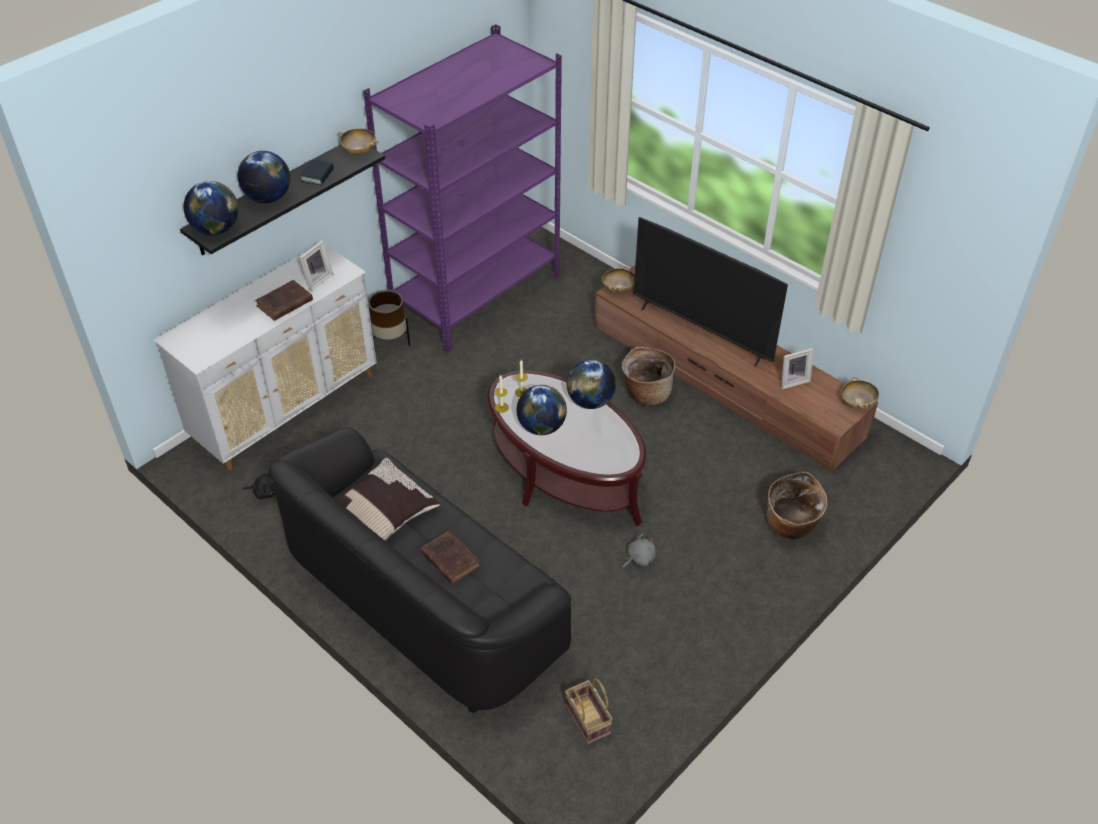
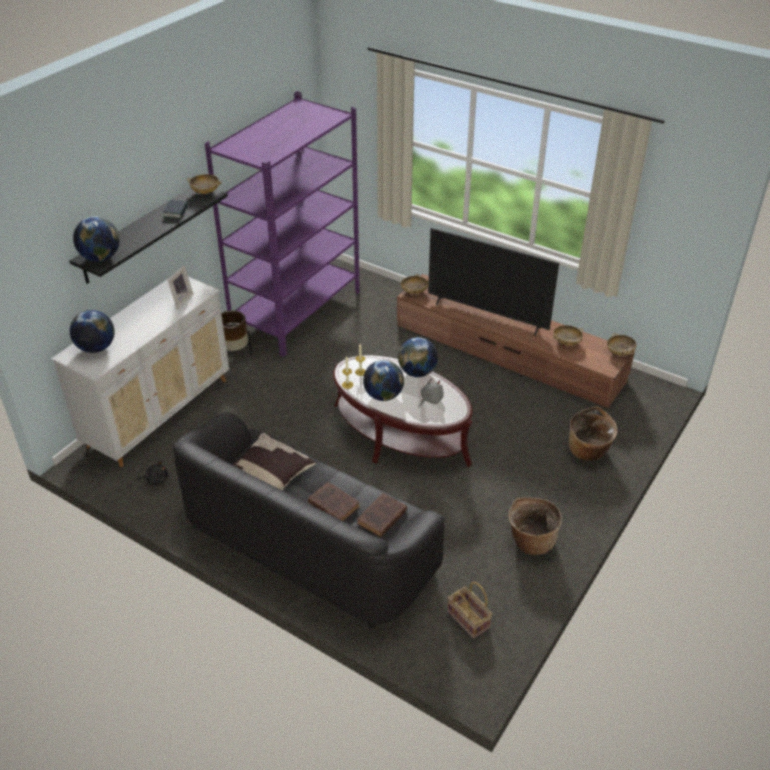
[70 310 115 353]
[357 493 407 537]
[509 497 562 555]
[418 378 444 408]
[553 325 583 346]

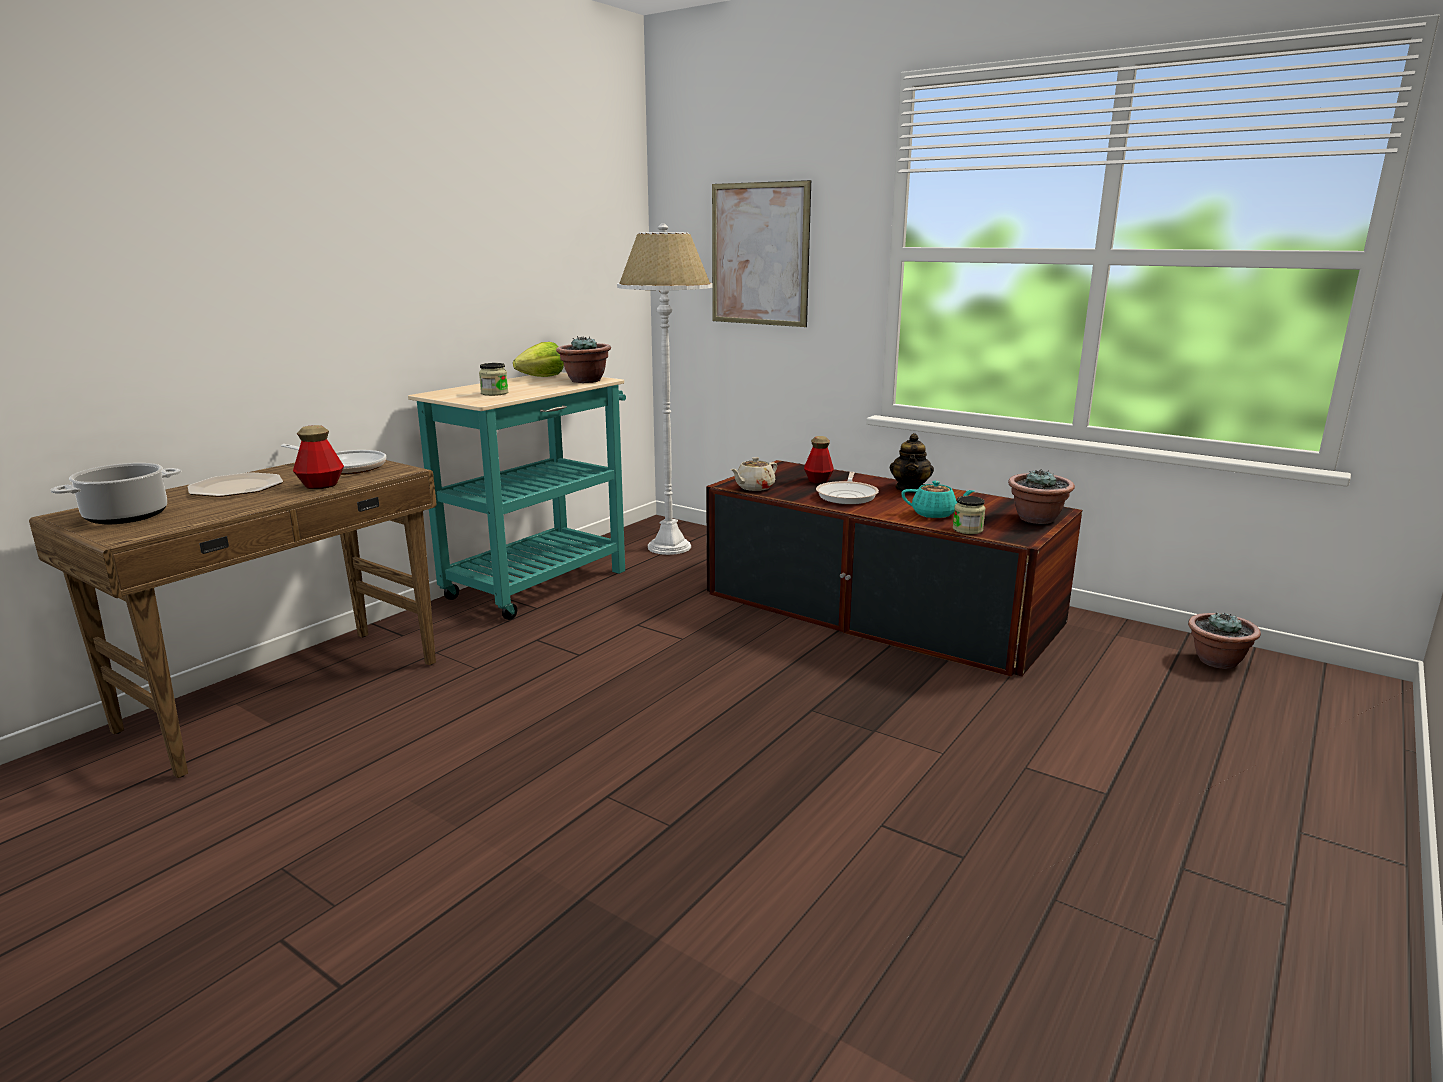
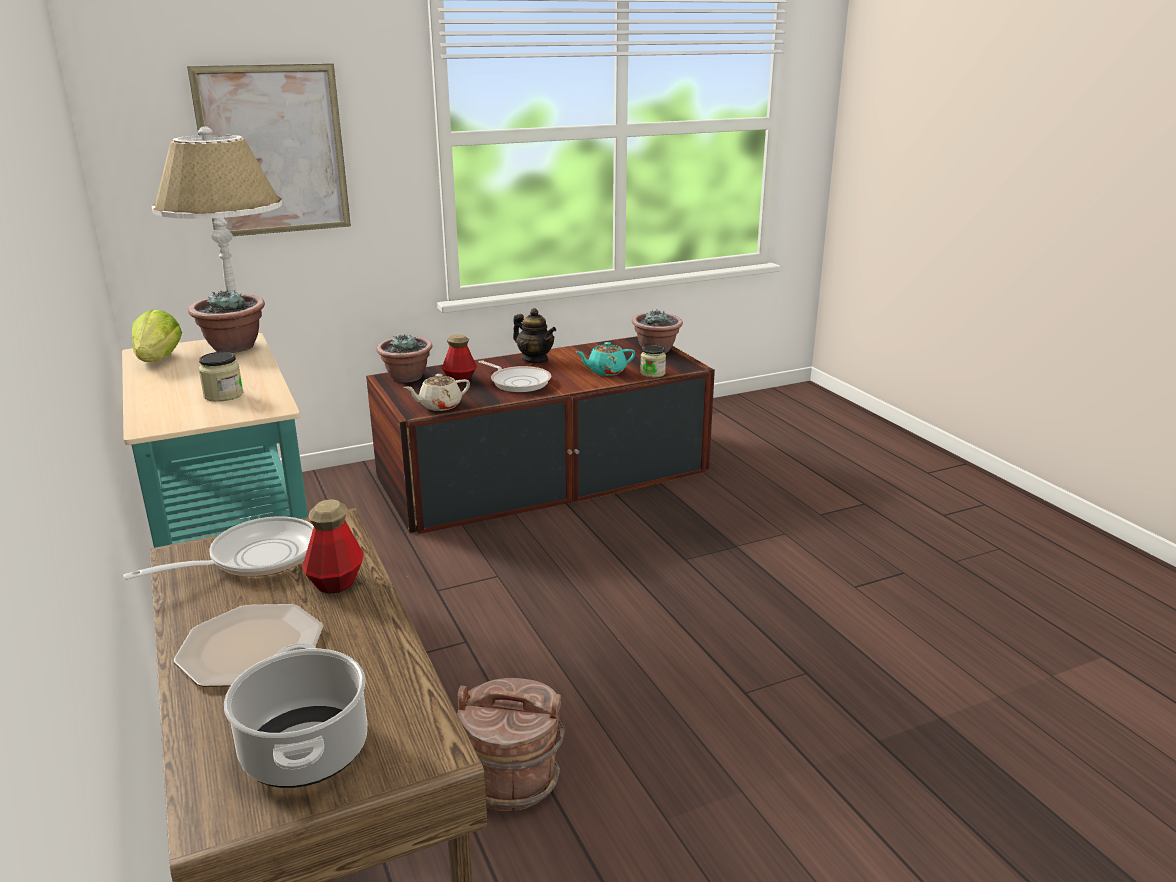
[404 374 470 411]
[576 342 635 376]
[376 334 432 383]
[457 678 565 811]

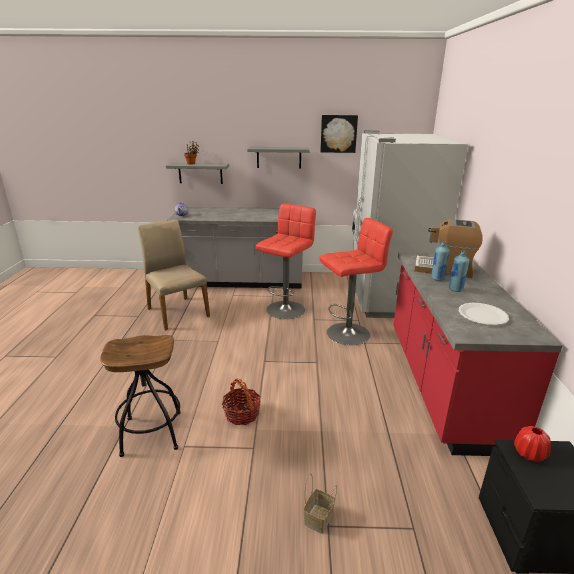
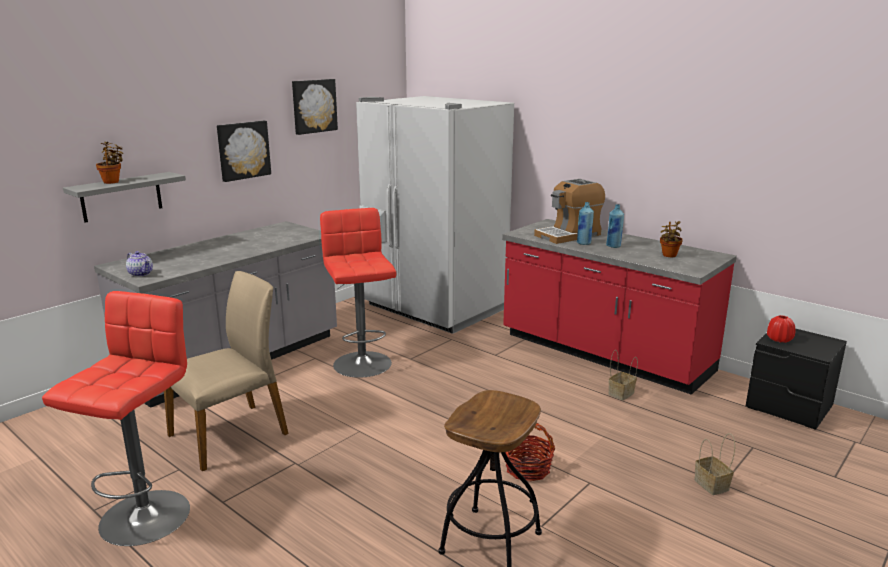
[164 271 289 471]
[217 121 271 182]
[42 291 190 546]
[660 221 683 257]
[608 350 638 400]

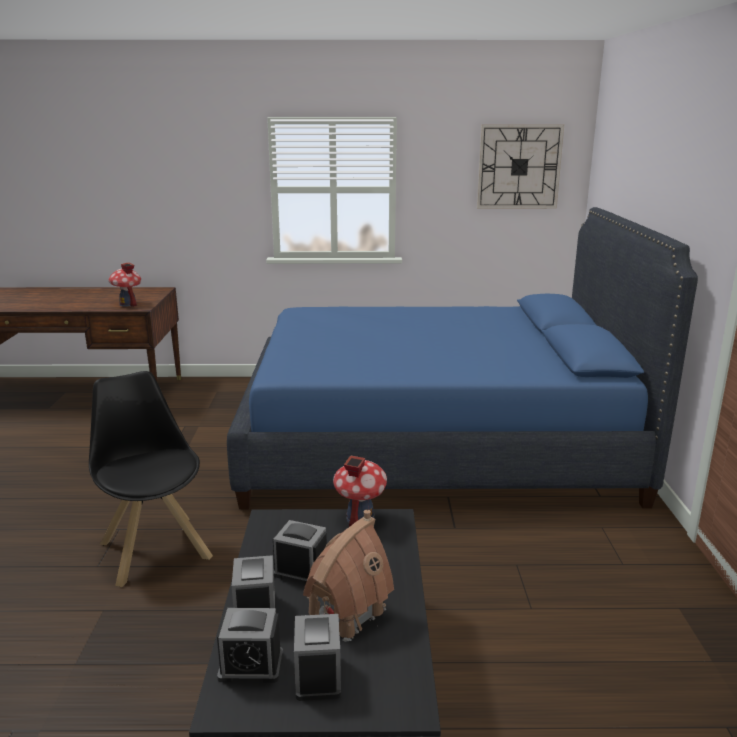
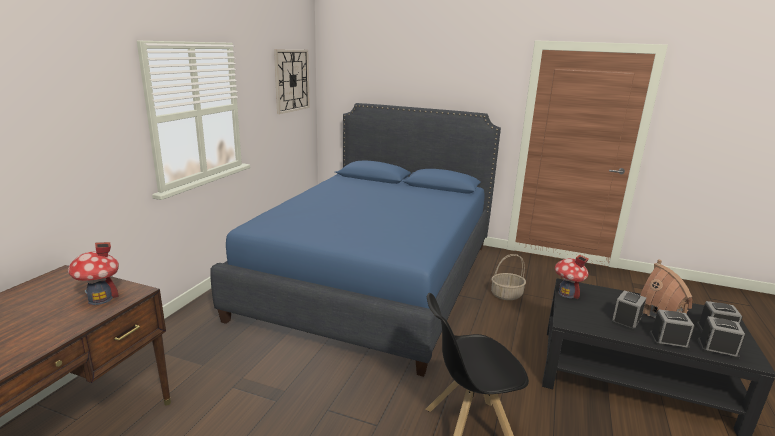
[698 316 746 359]
[491 254 526 300]

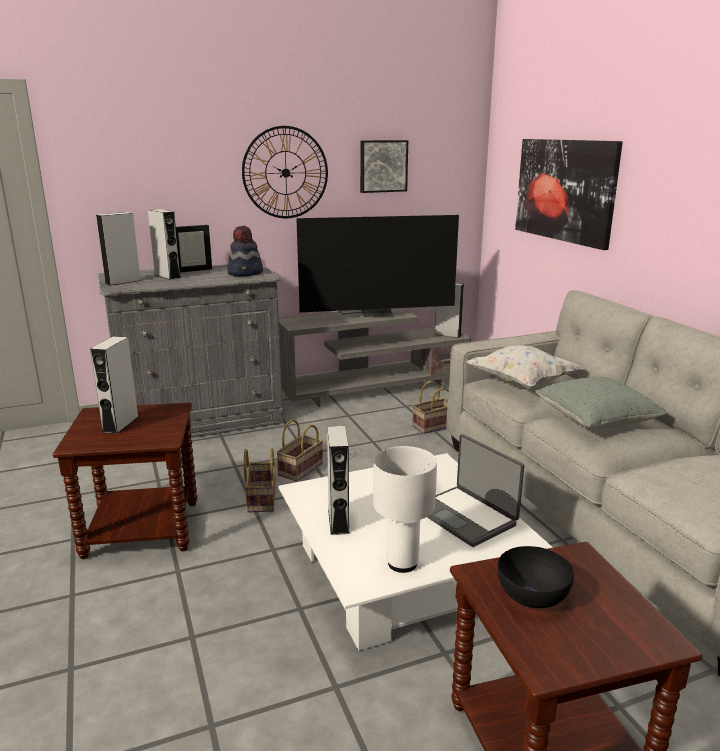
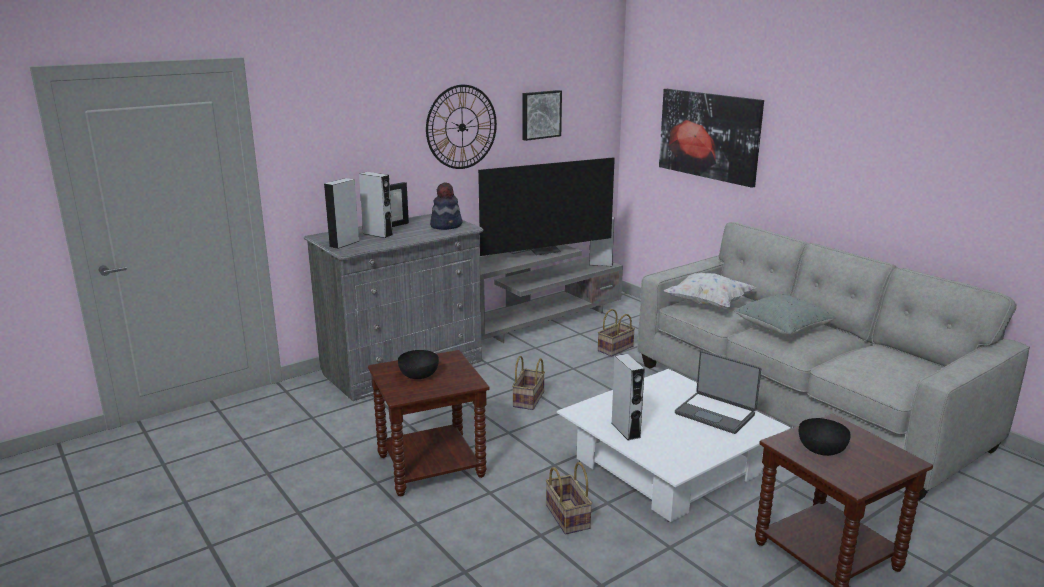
[398 350 439 379]
[546 462 592 535]
[373 446 437 573] (first image)

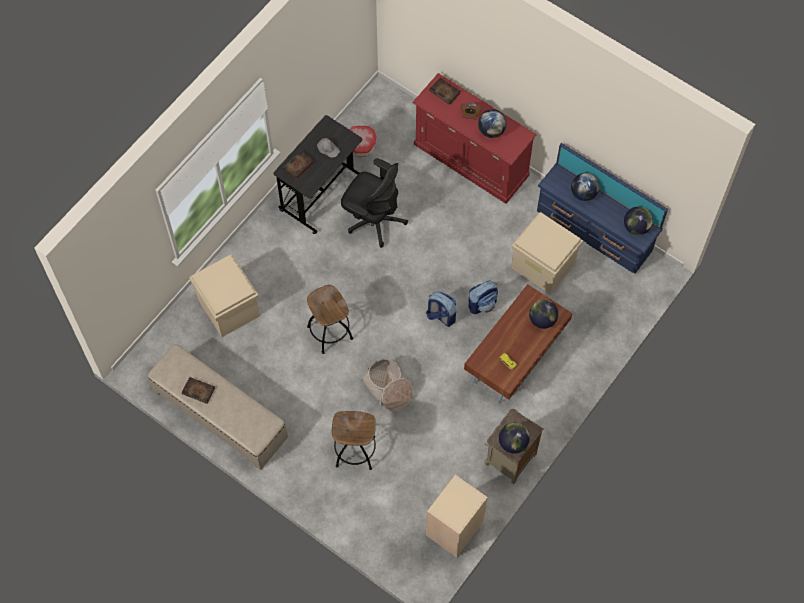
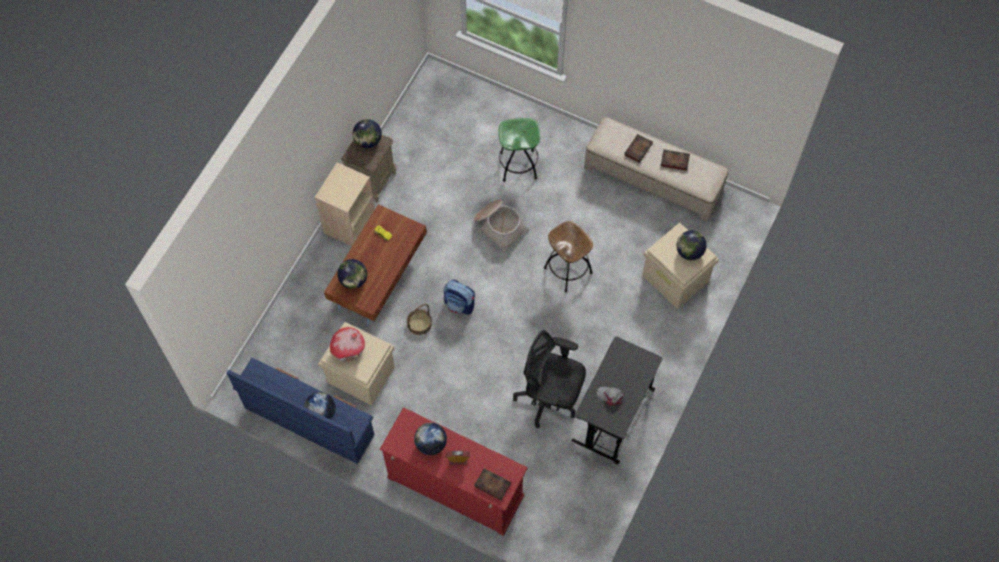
[624 134 653 163]
[499 118 540 182]
[330 327 365 363]
[315 162 375 246]
[407 304 432 335]
[676 230 707 260]

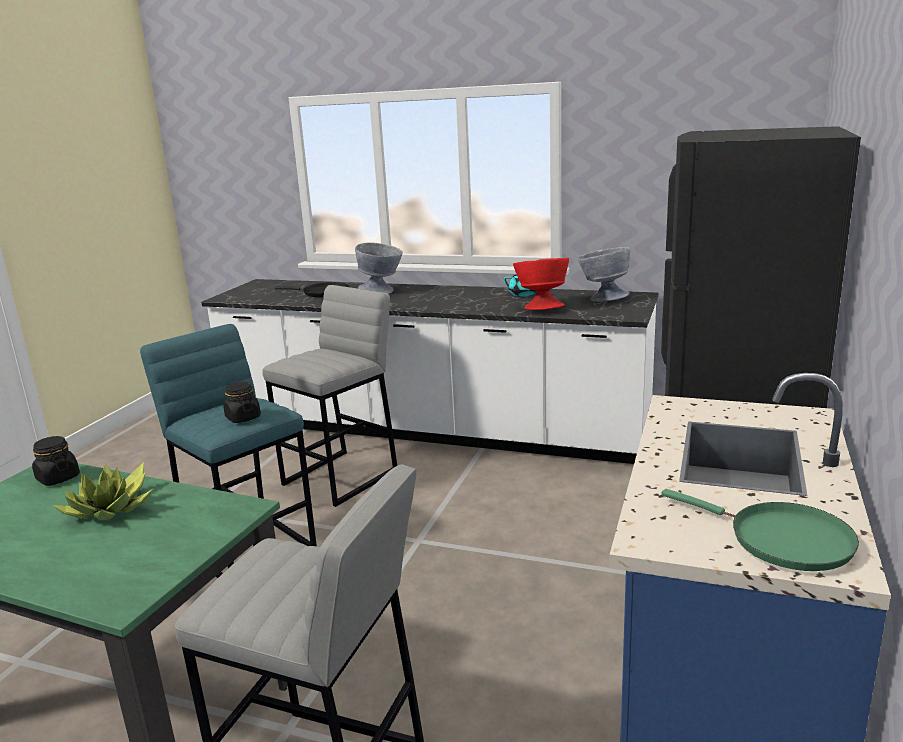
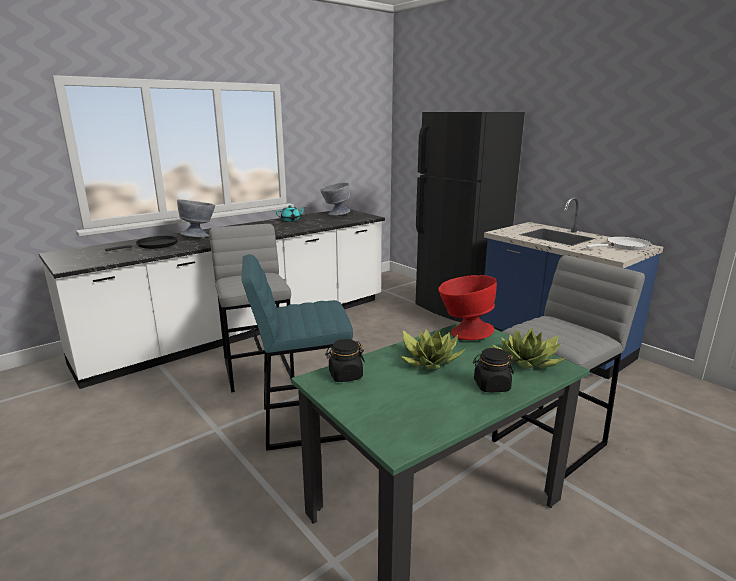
[473 348 514 392]
[438 275 497 340]
[586 237 652 250]
[492 327 566 368]

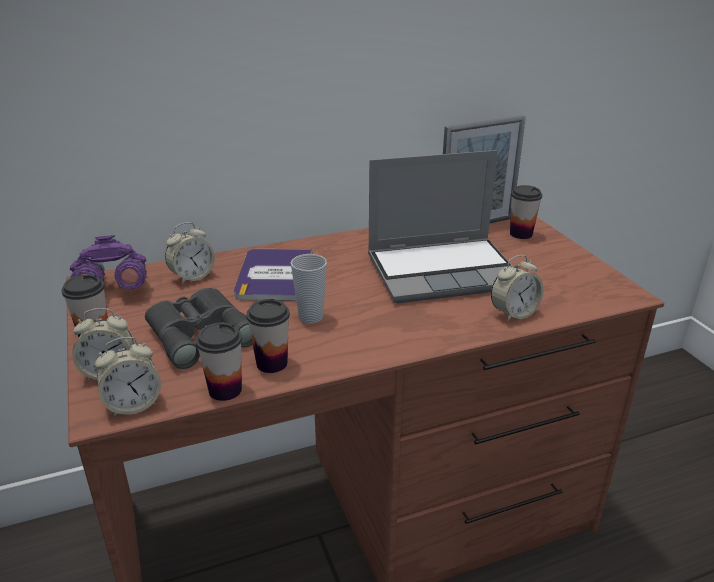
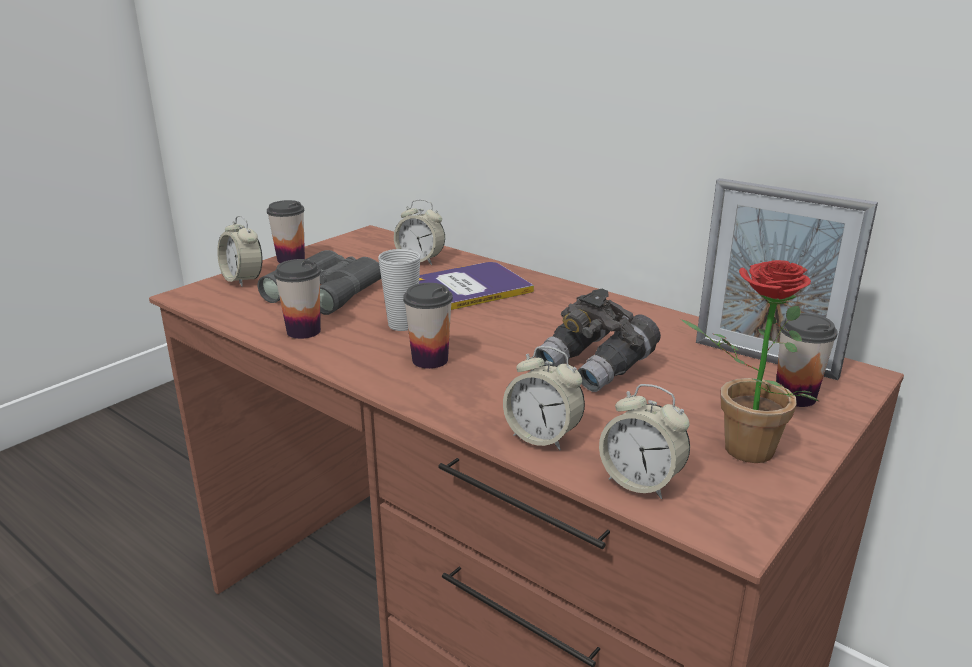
[70 235 147 290] (first image)
[599 384 690 499]
[403 283 453 369]
[535 289 661 392]
[680 260 820 463]

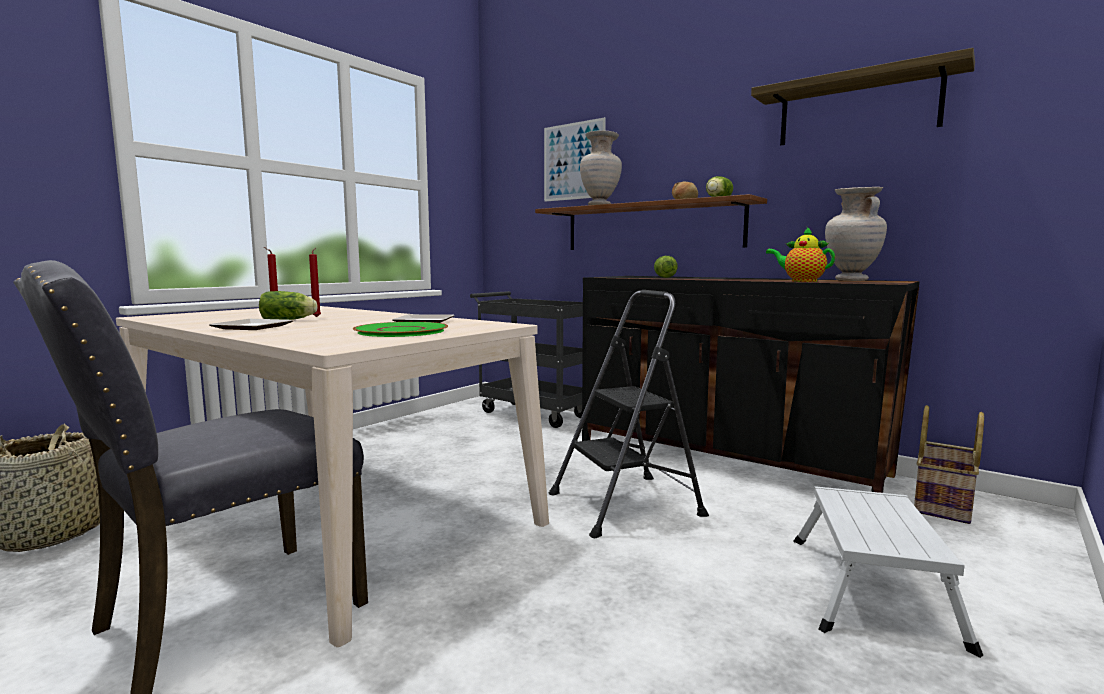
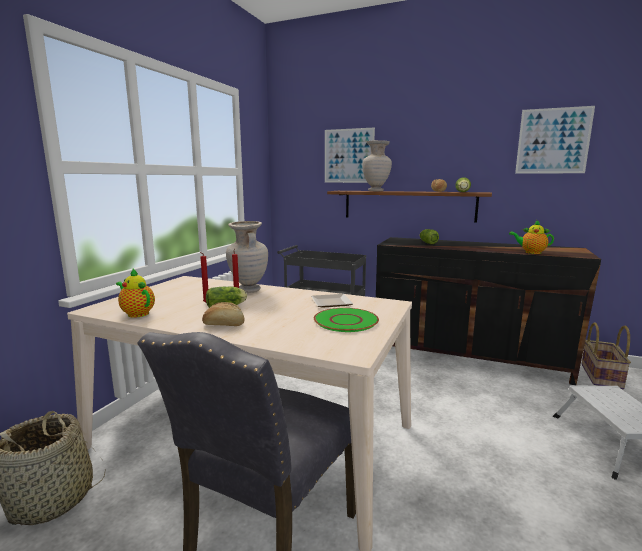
[202 302 245 326]
[549 290 709 538] (first image)
[515 106 595 174]
[226 221 268 293]
[116 269 155 318]

